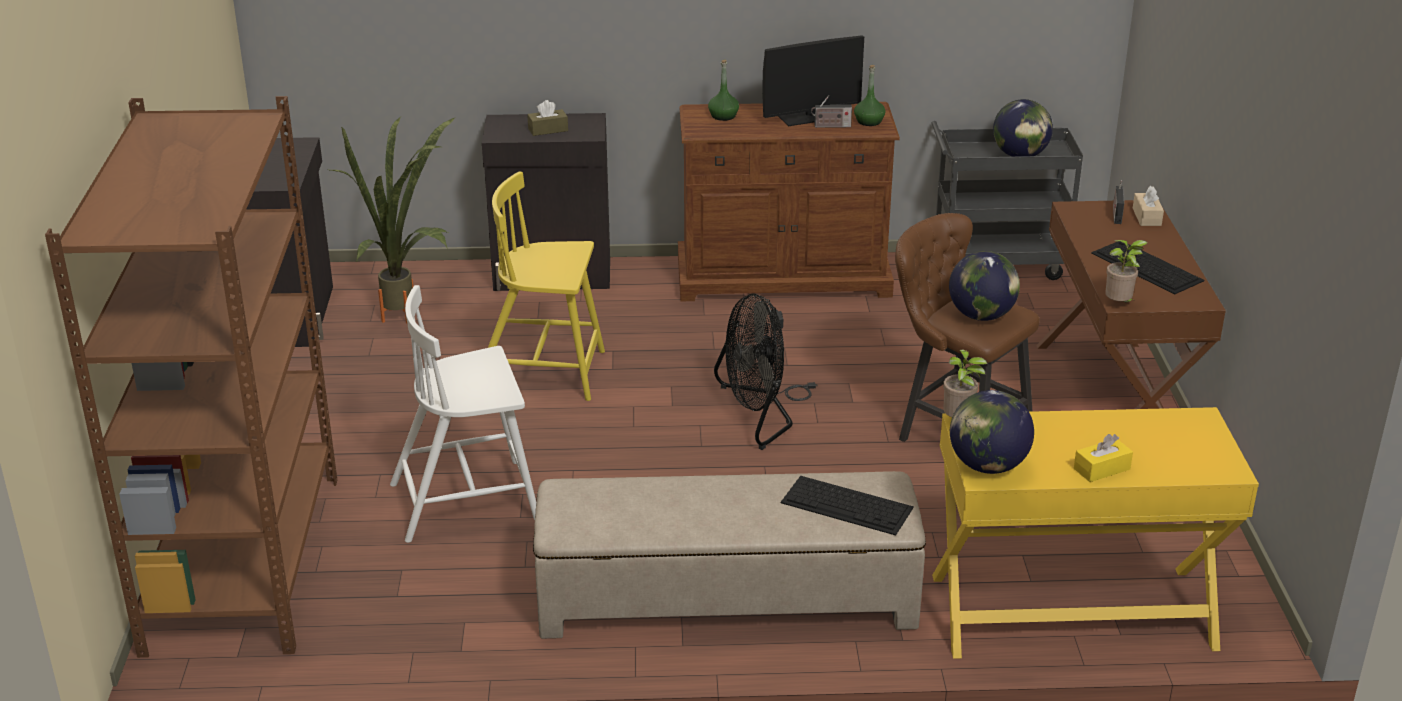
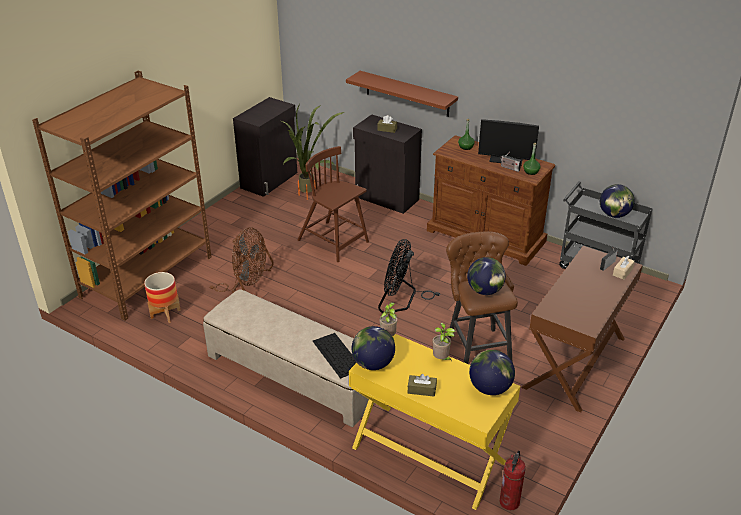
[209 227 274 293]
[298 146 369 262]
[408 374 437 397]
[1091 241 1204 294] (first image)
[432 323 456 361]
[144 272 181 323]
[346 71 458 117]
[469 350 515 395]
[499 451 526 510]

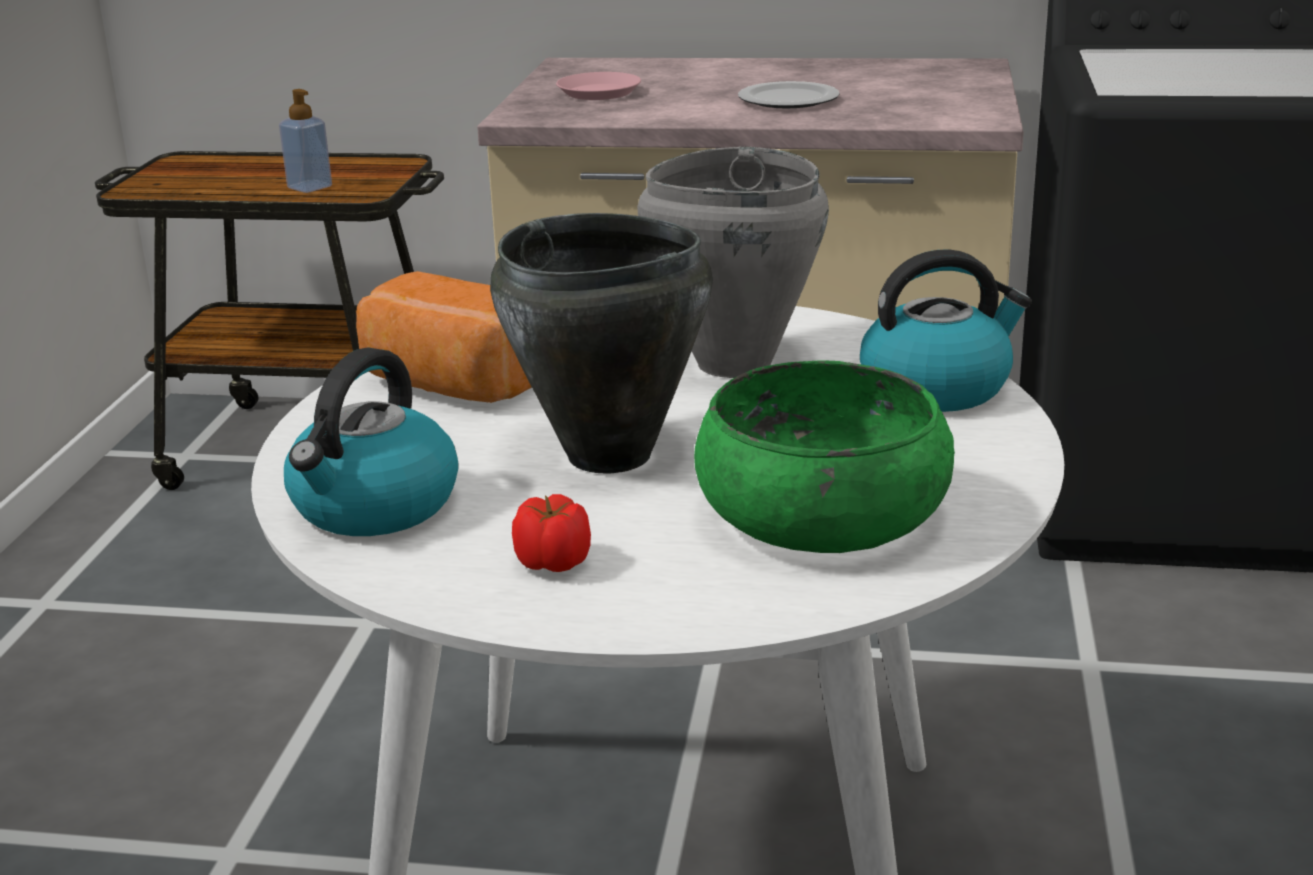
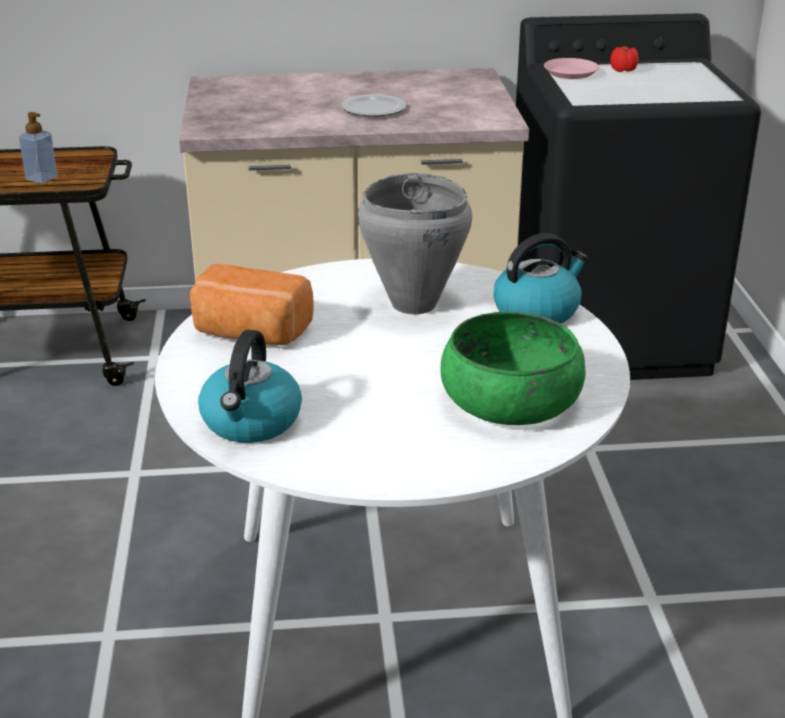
[490 213 713 473] (first image)
[610 46 639 72]
[544 58 599 79]

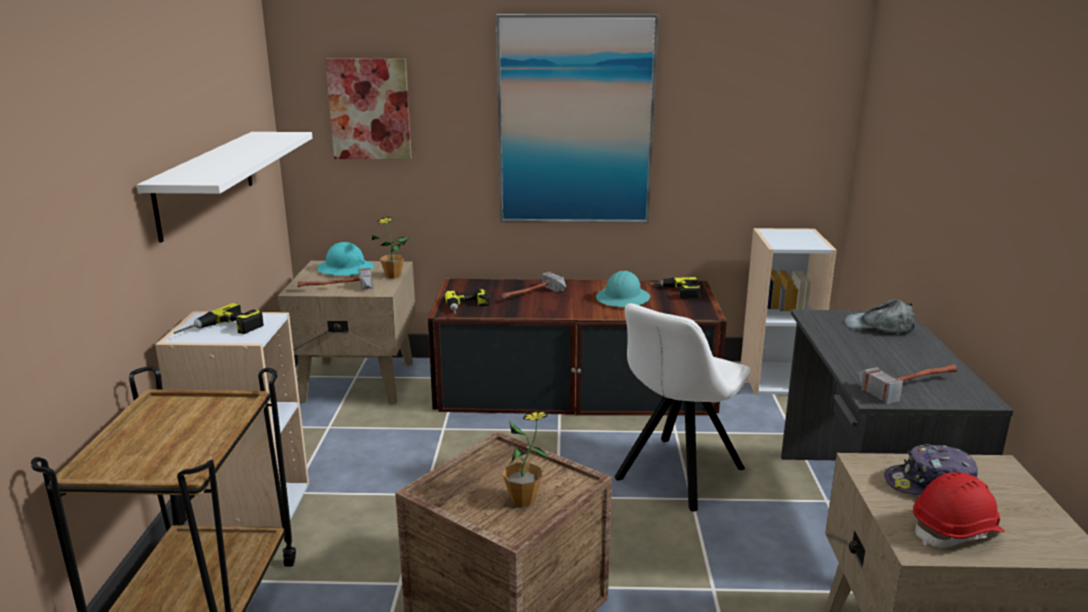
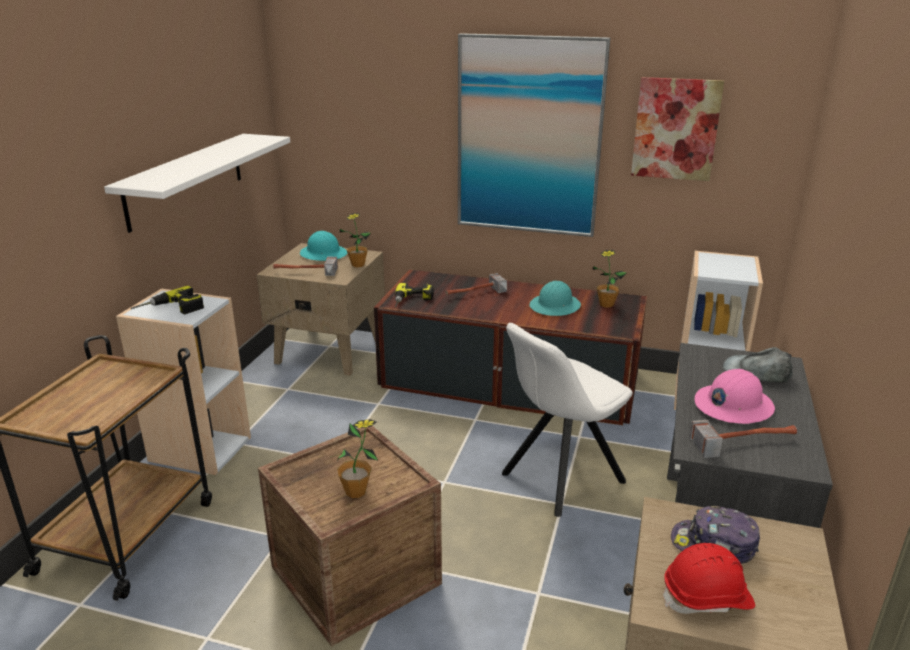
[631 77 724 181]
[592 250 627 308]
[695 369 775 424]

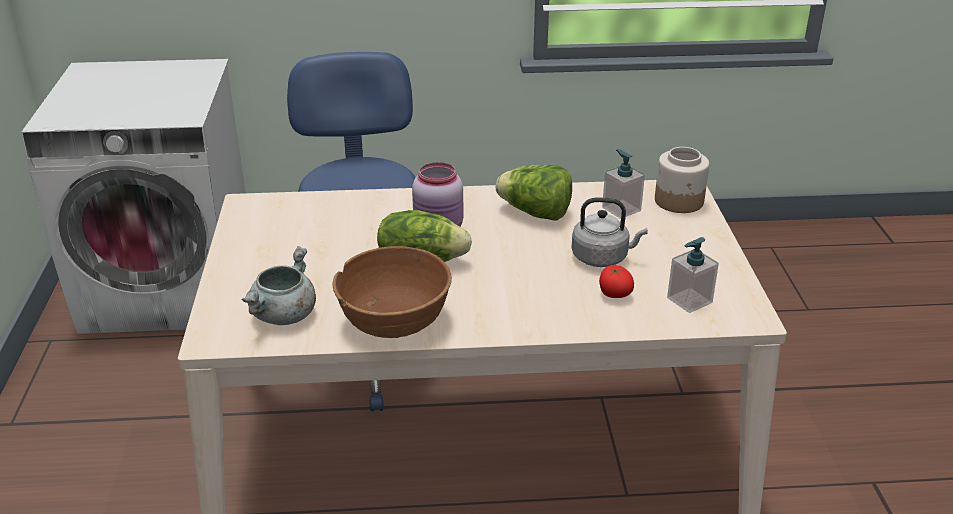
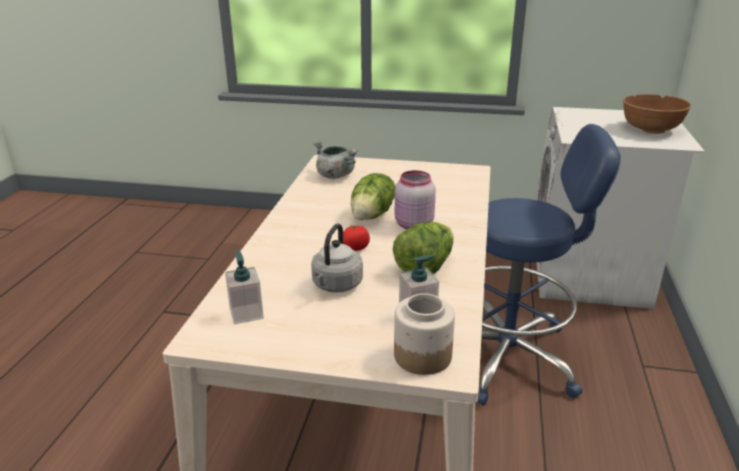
[623 94 691 134]
[343 225 370 251]

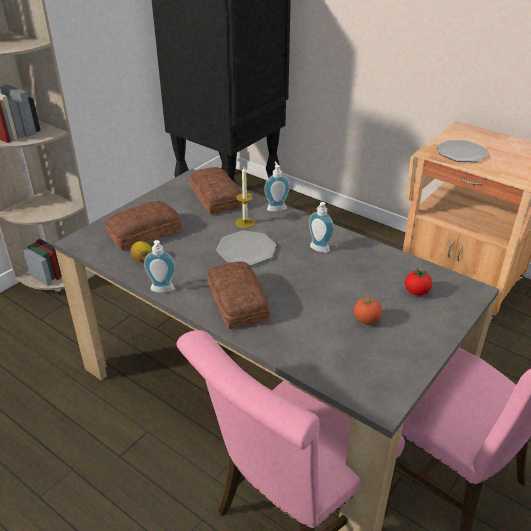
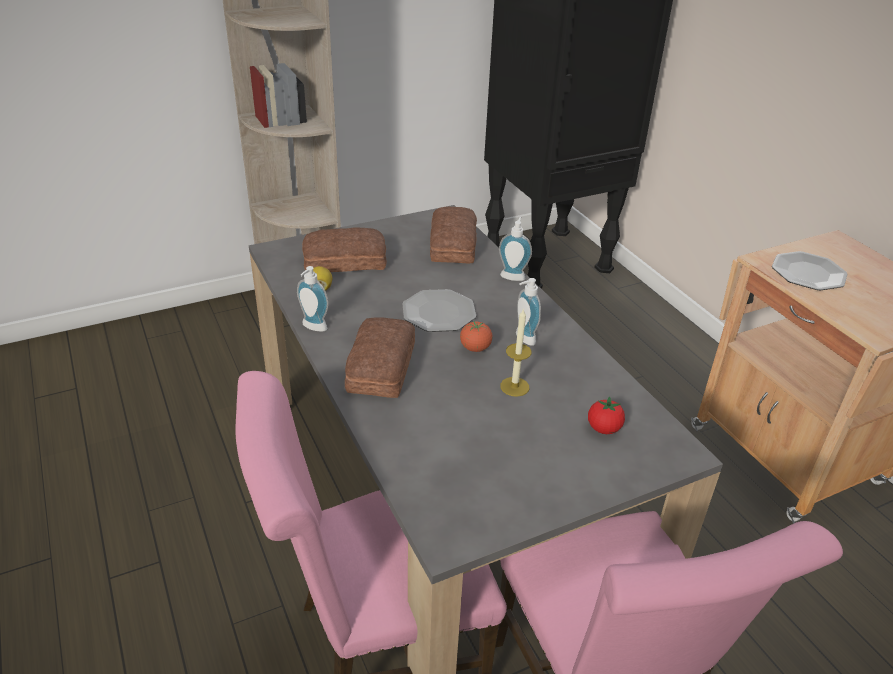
[500 308 532 397]
[460 321 493 352]

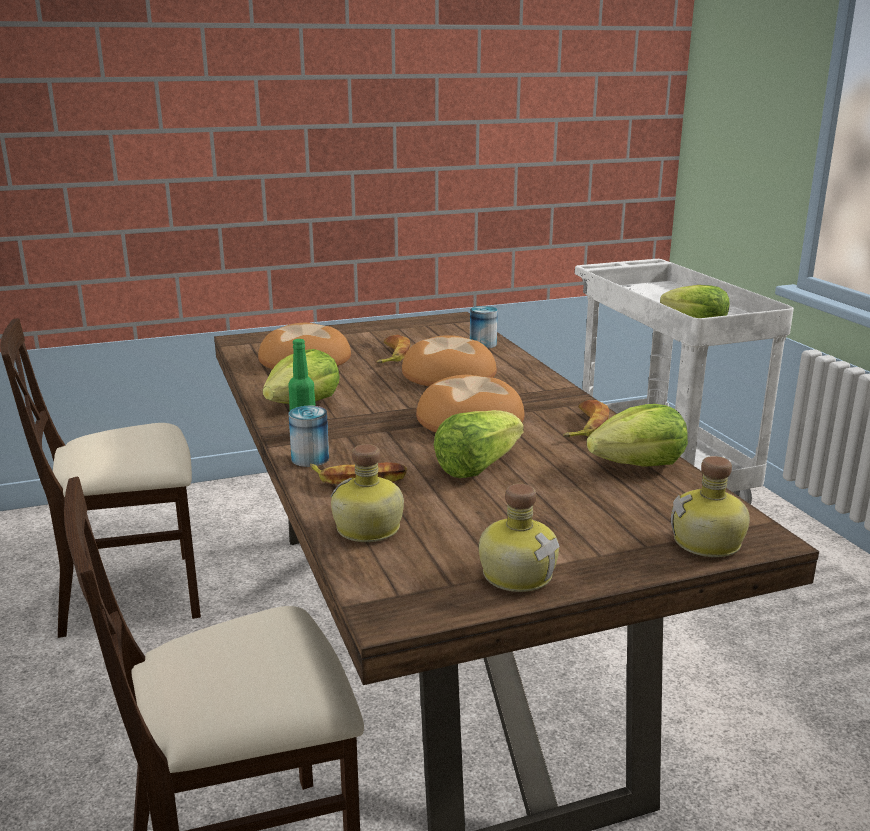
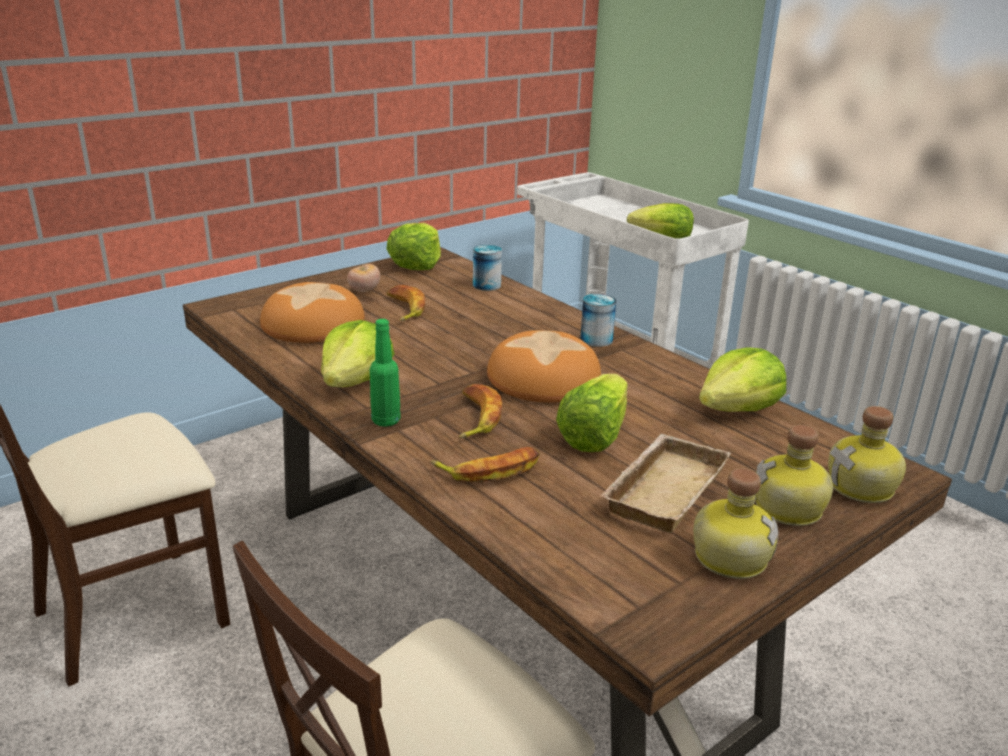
[580 294 616 347]
[755 425 833 526]
[402 335 497 386] (first image)
[459 384 502 438]
[347 264 380 292]
[386 223 441 270]
[600 434 731 533]

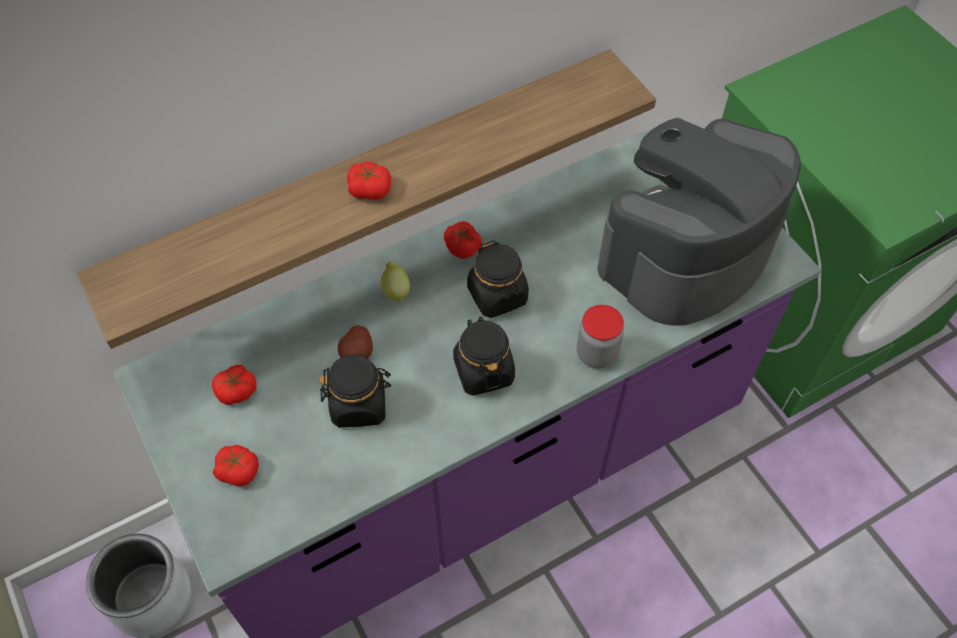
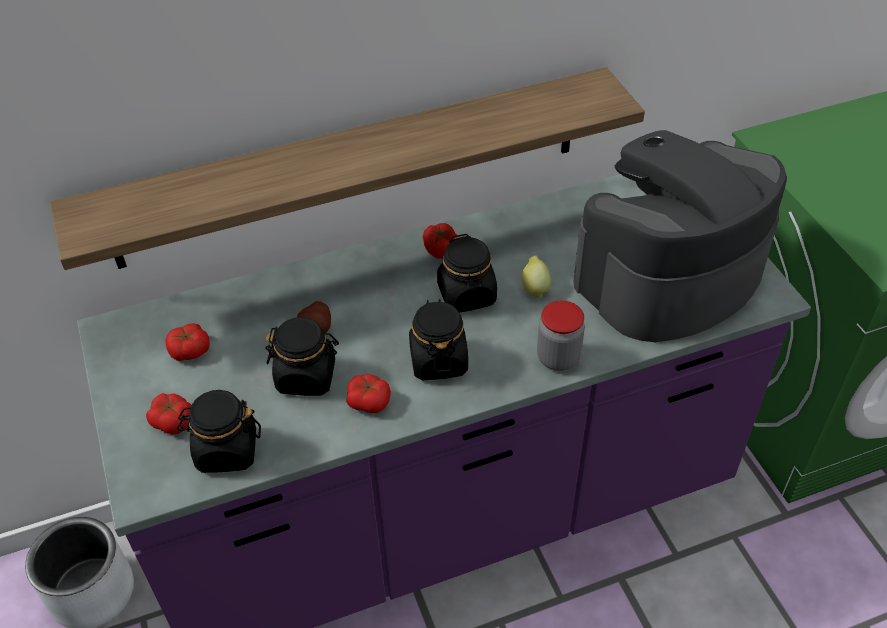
[346 374 391 413]
[522 255 551 298]
[177 390 261 473]

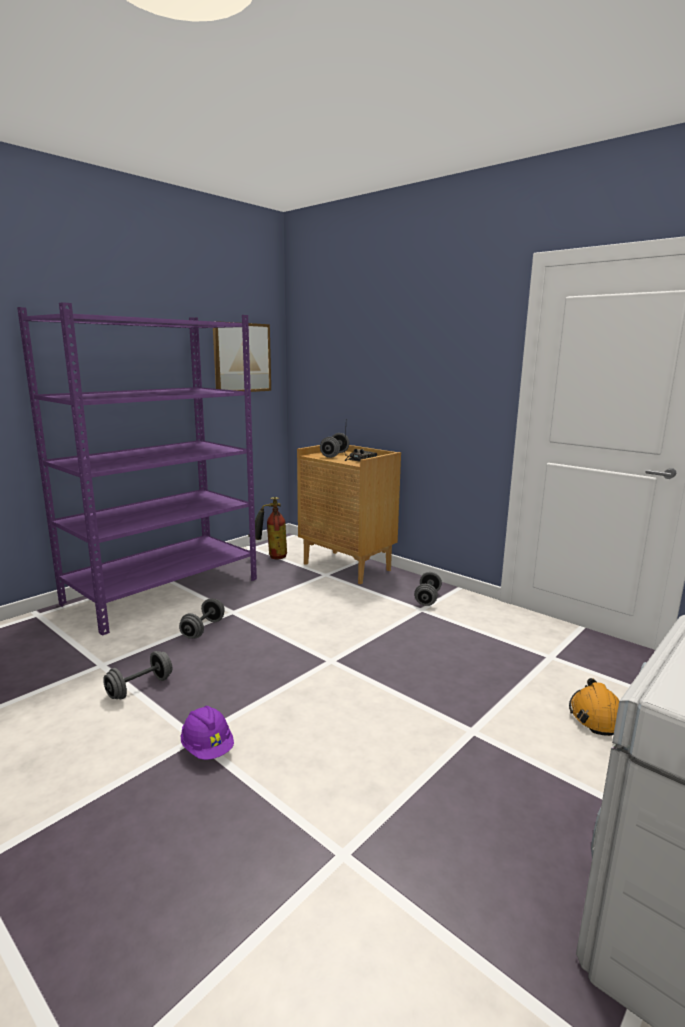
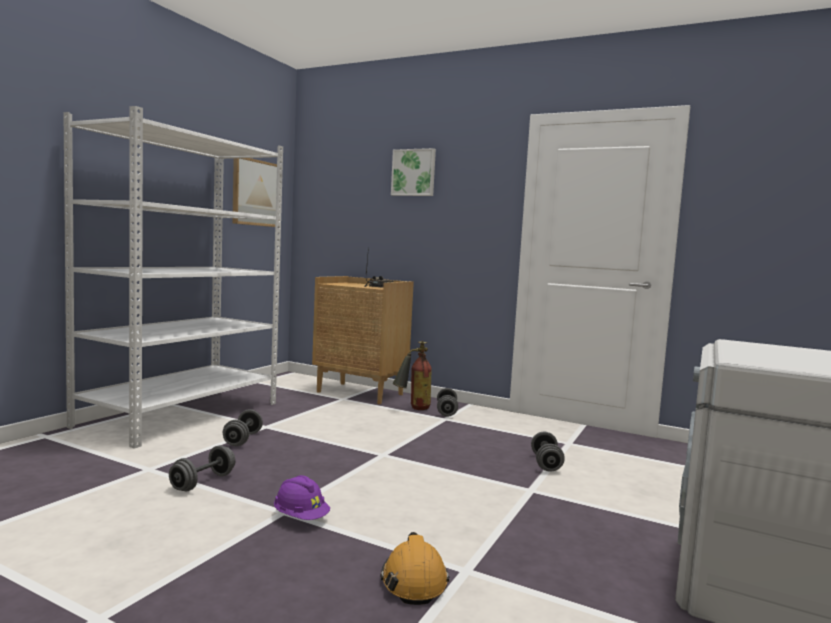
[63 106 283 449]
[393 341 432 410]
[531 432 565 472]
[380 532 450 605]
[391 148 436 196]

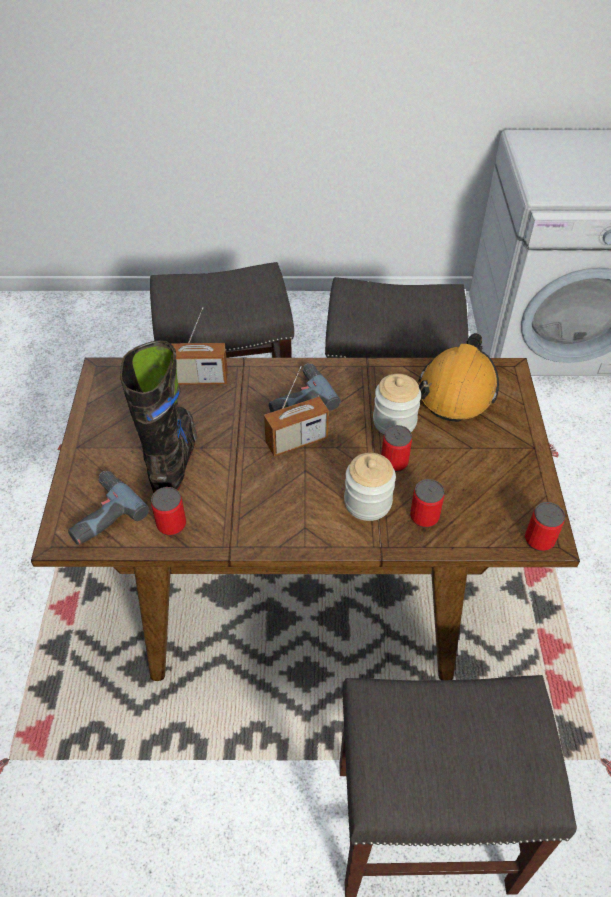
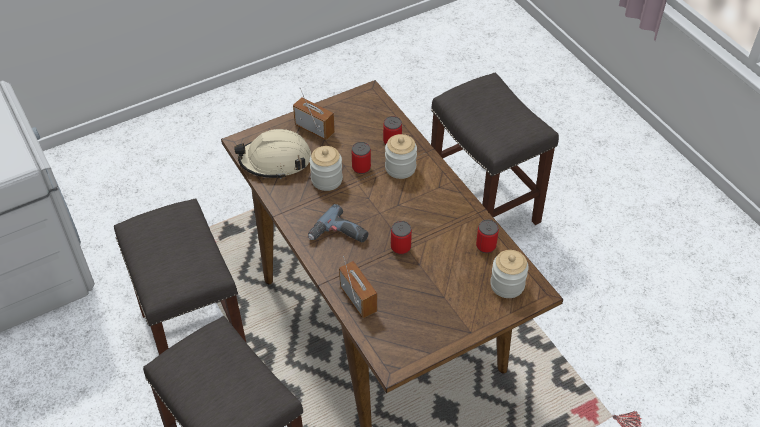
[490 250 529 298]
[120 340 197 493] (first image)
[293 88 335 140]
[234 129 311 179]
[391 221 412 255]

